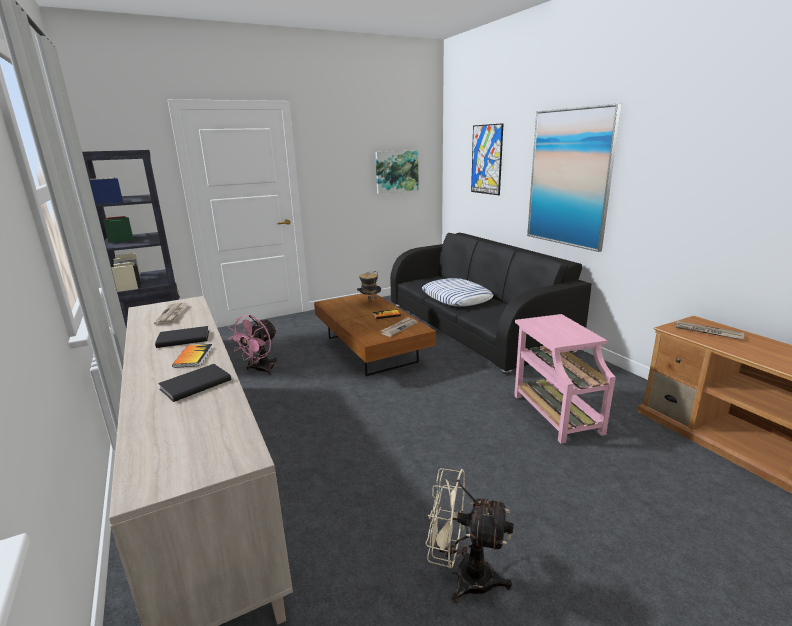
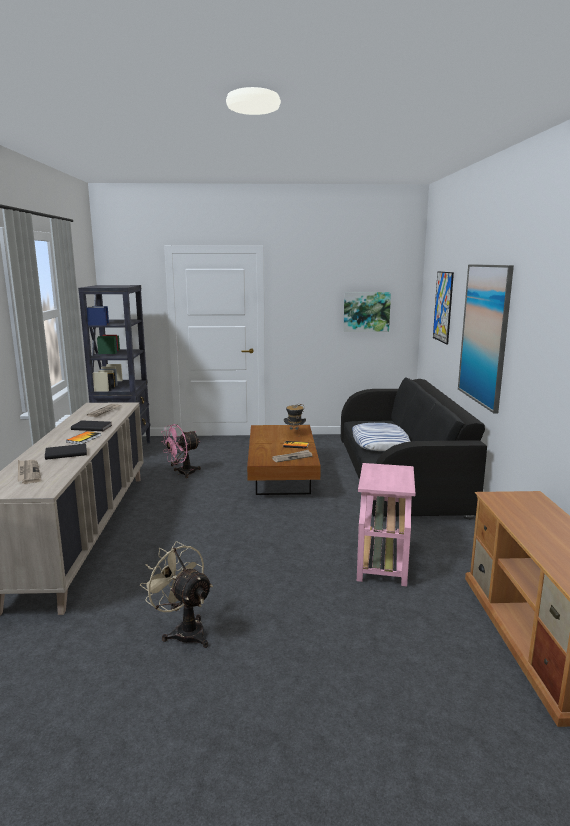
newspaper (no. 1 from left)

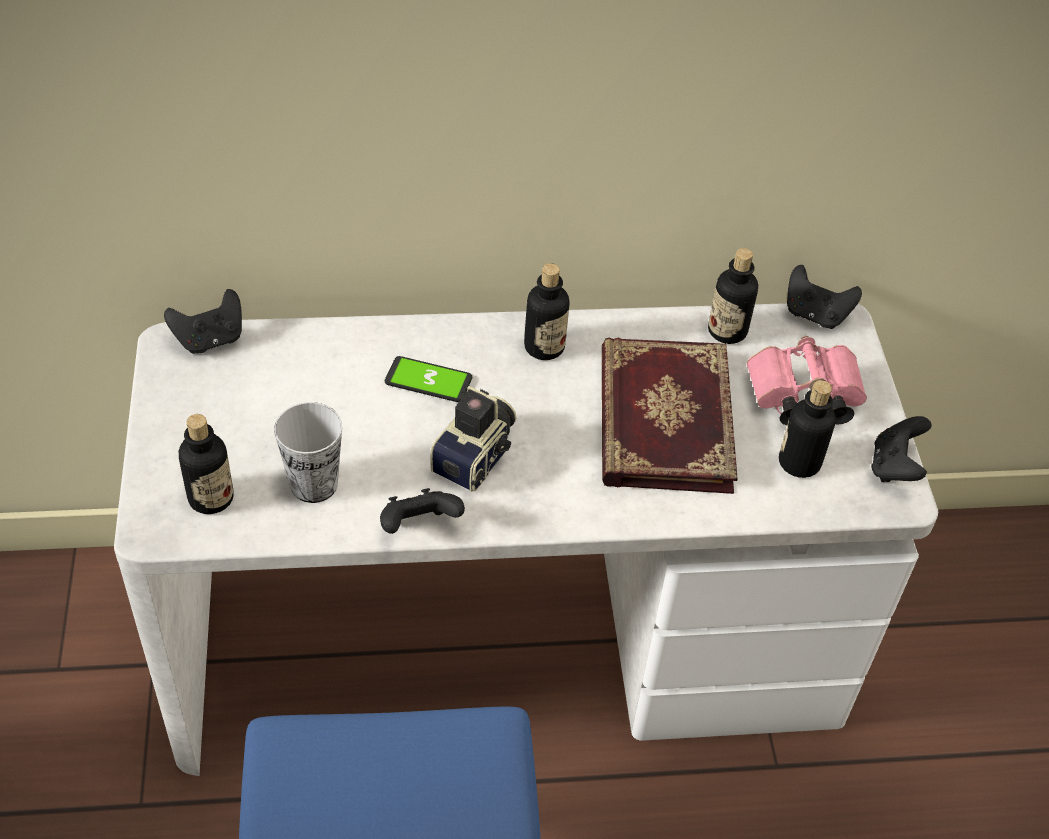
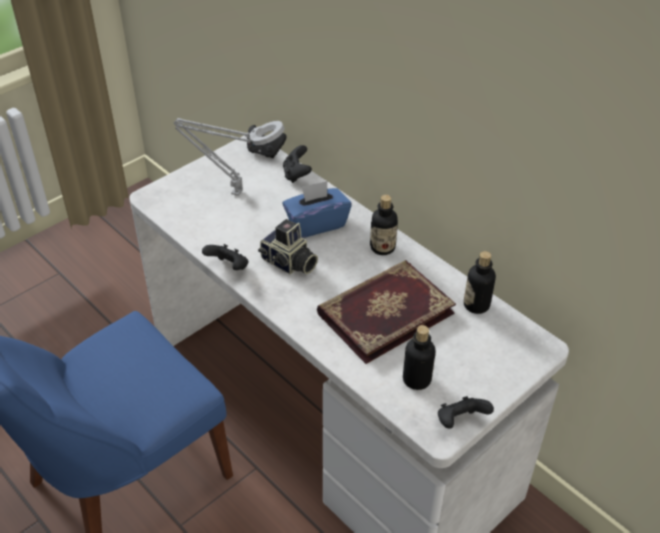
game controller (black) (no. 3 from left); binoculars (pink); tissue box (blue); photo camera; cup; bottle (no. 1 from left in the first image); table lamp (grey)

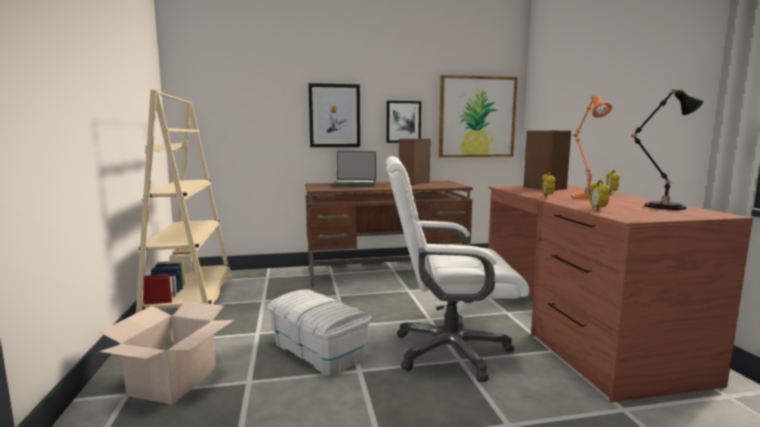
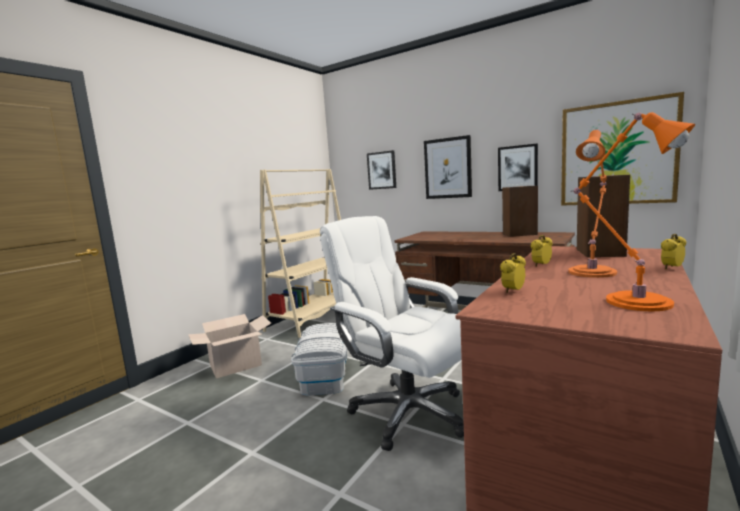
table lamp (orange) (no. 2 from left); laptop; picture (no. 1 from left)

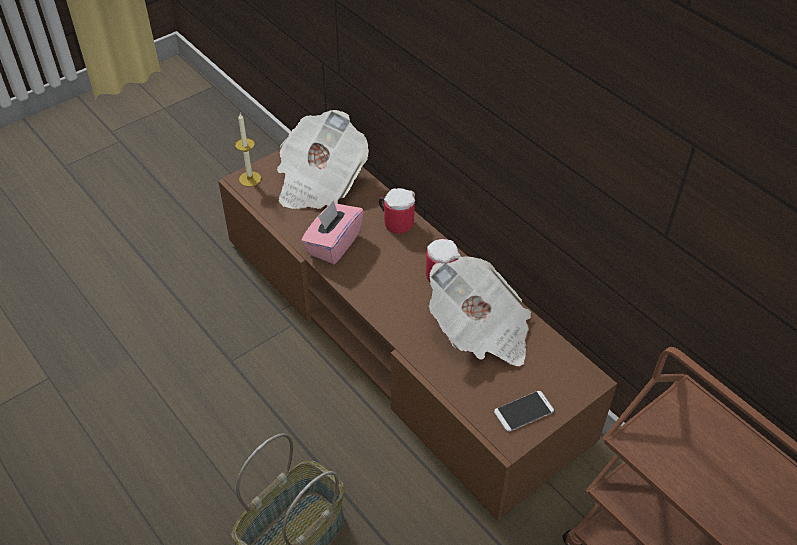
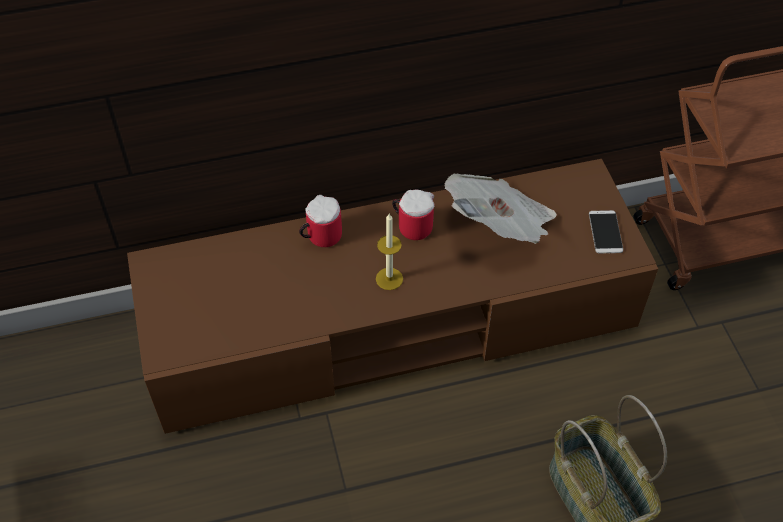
newspaper (no. 1 from left in the first image); candle; tissue box (pink)

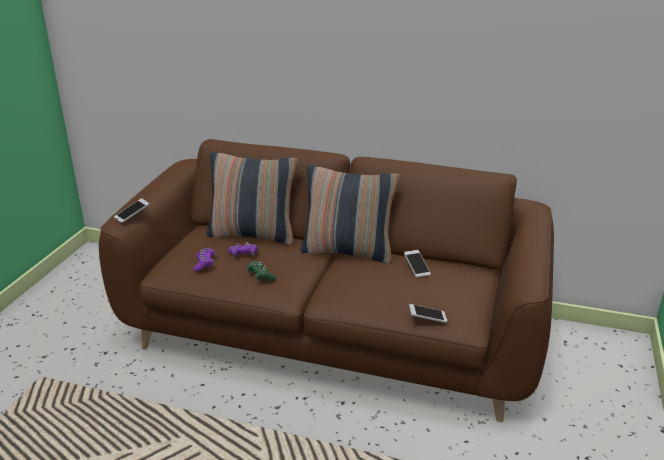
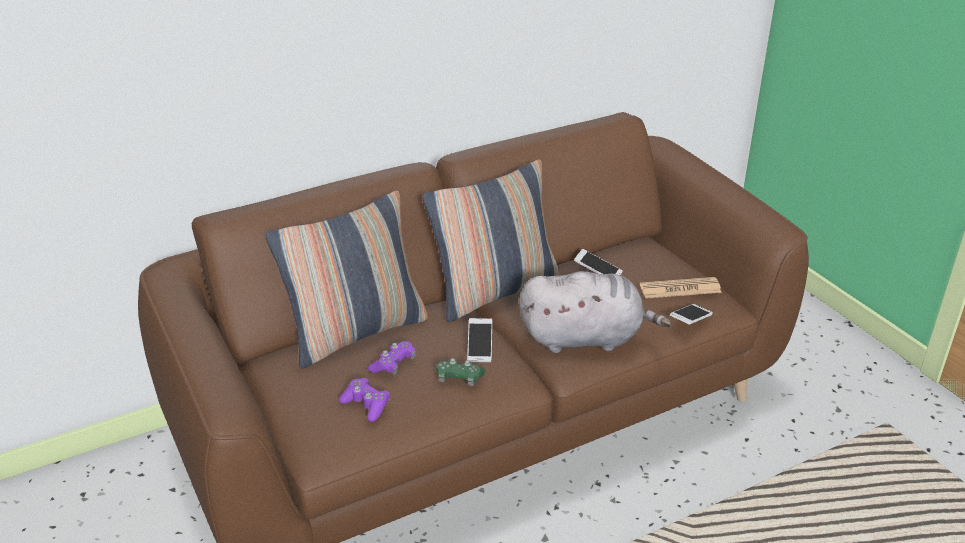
phone (no. 1 from left); plush toy (grey); newspaper

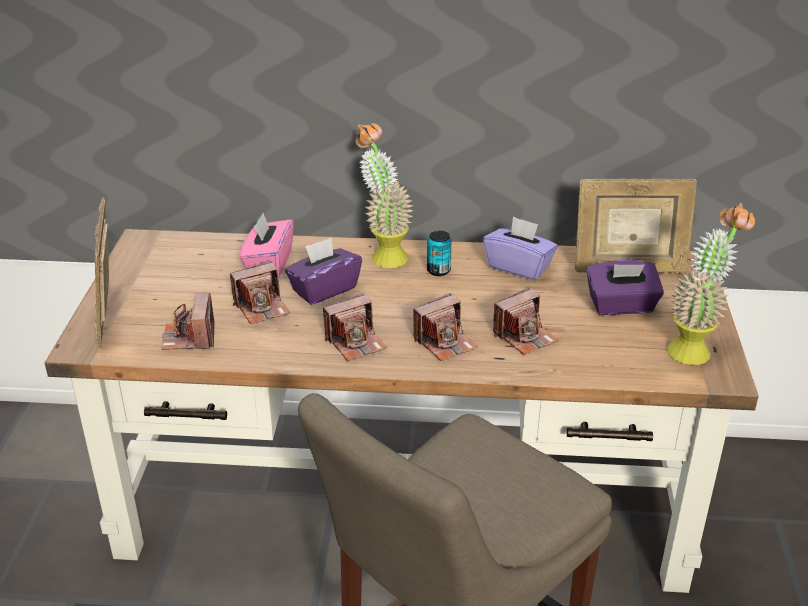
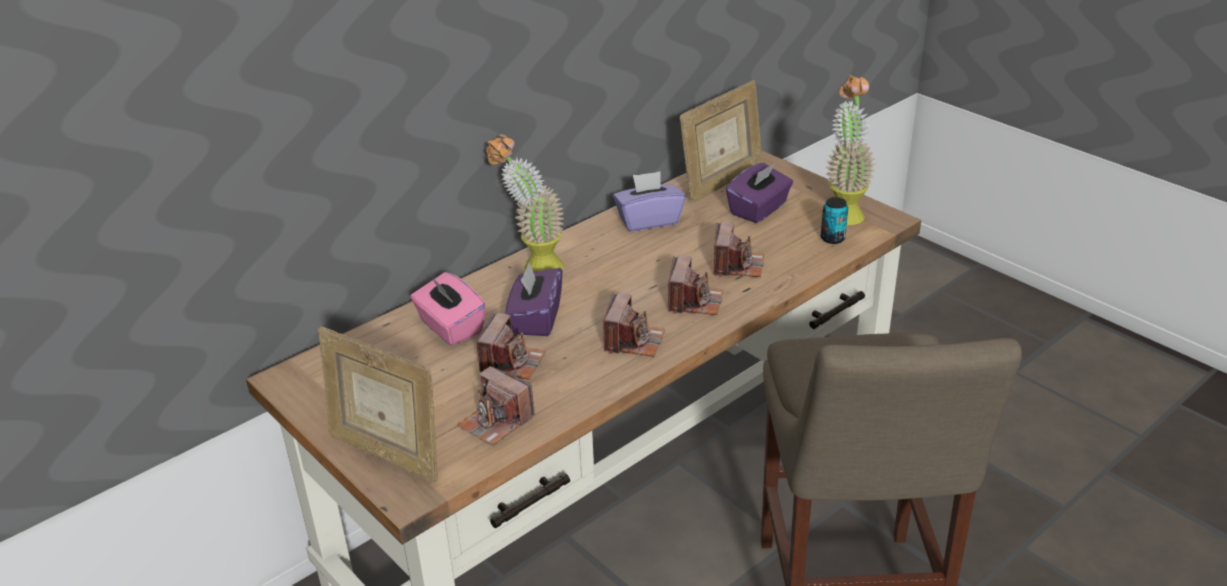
can

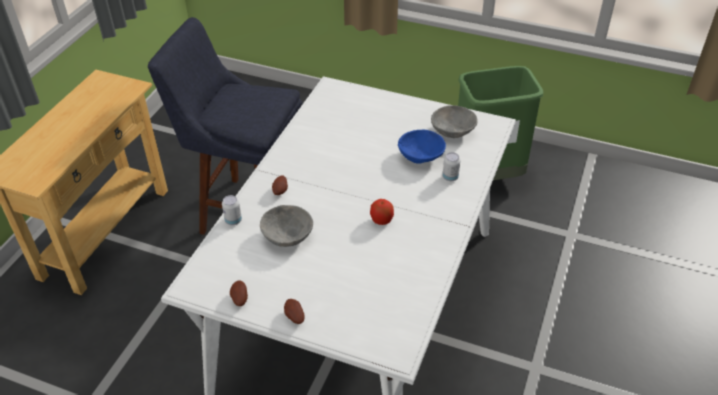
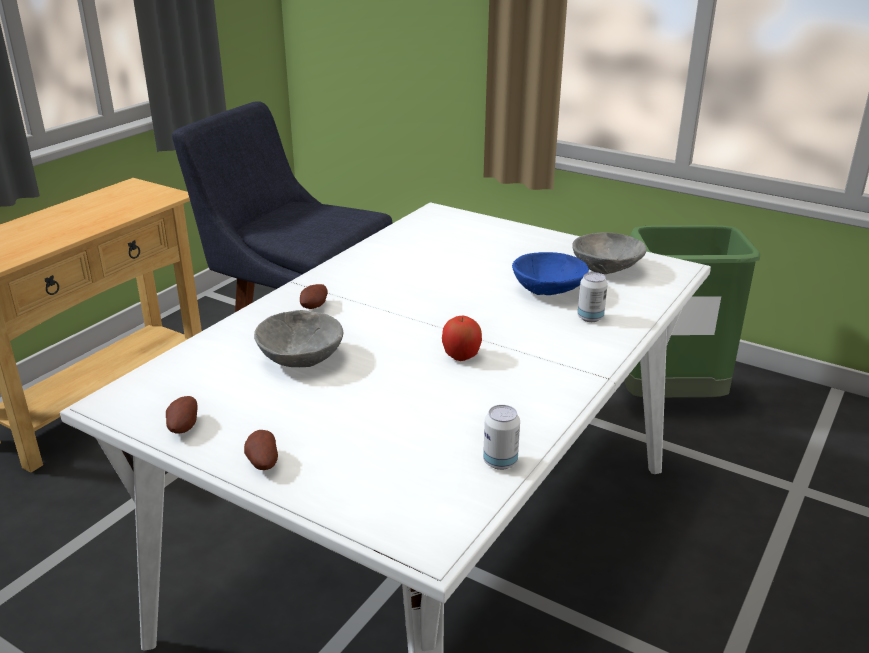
can (no. 1 from left)

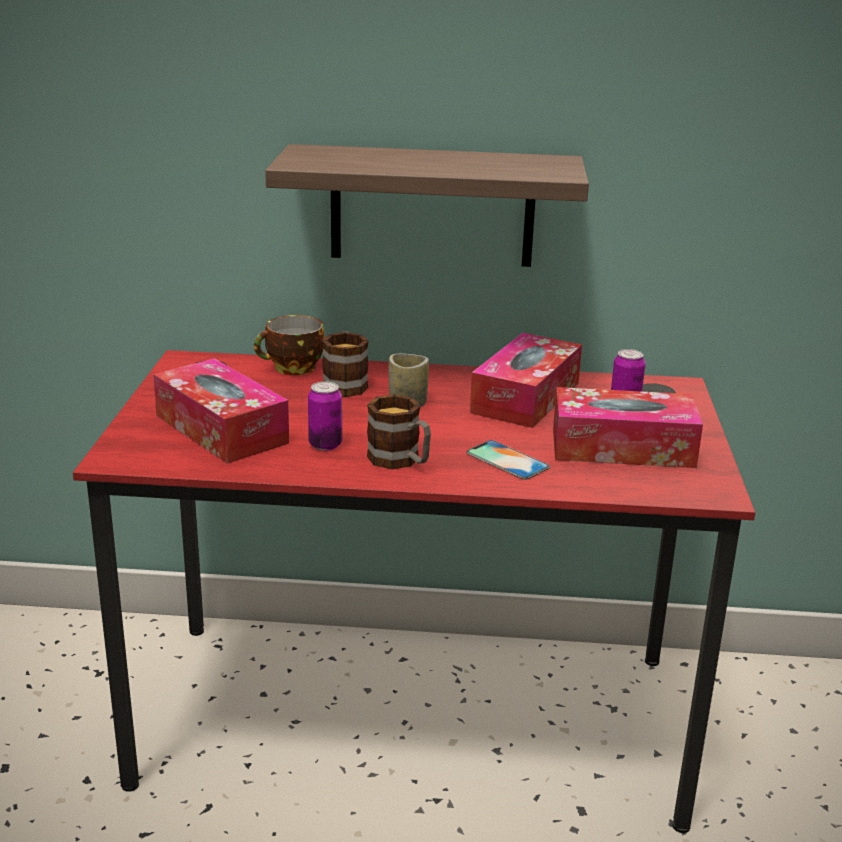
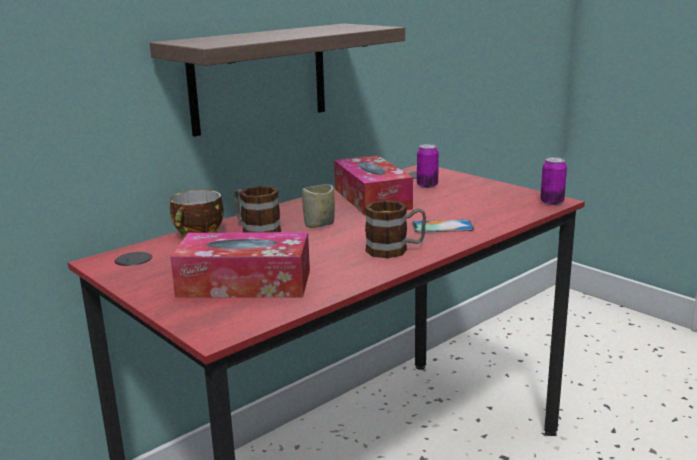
can (no. 2 from left); tissue box (no. 3 from left in the first image)

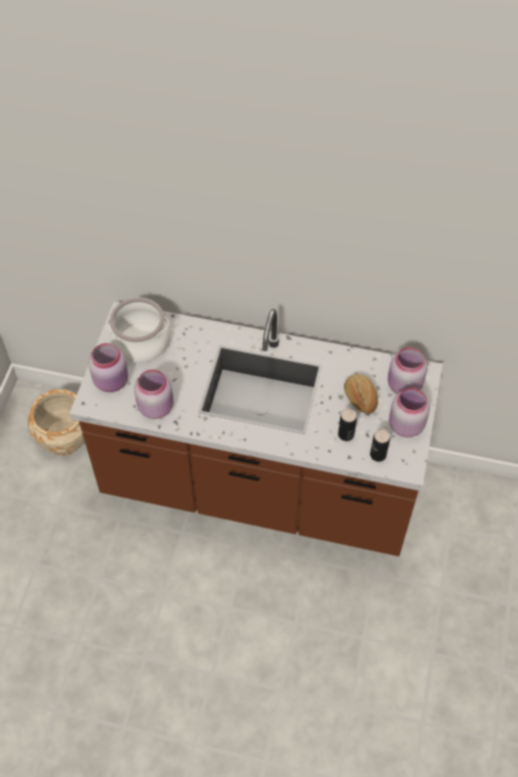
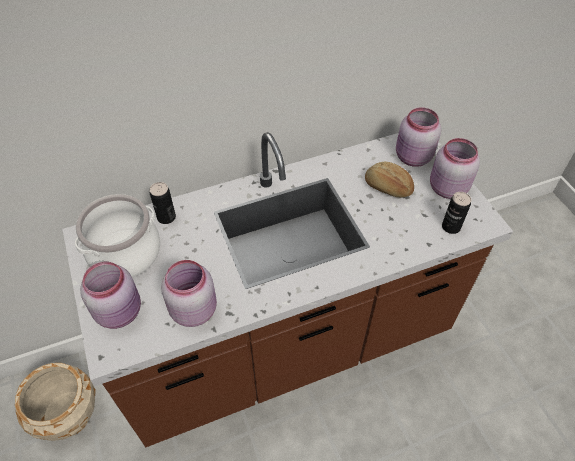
can (no. 1 from left)

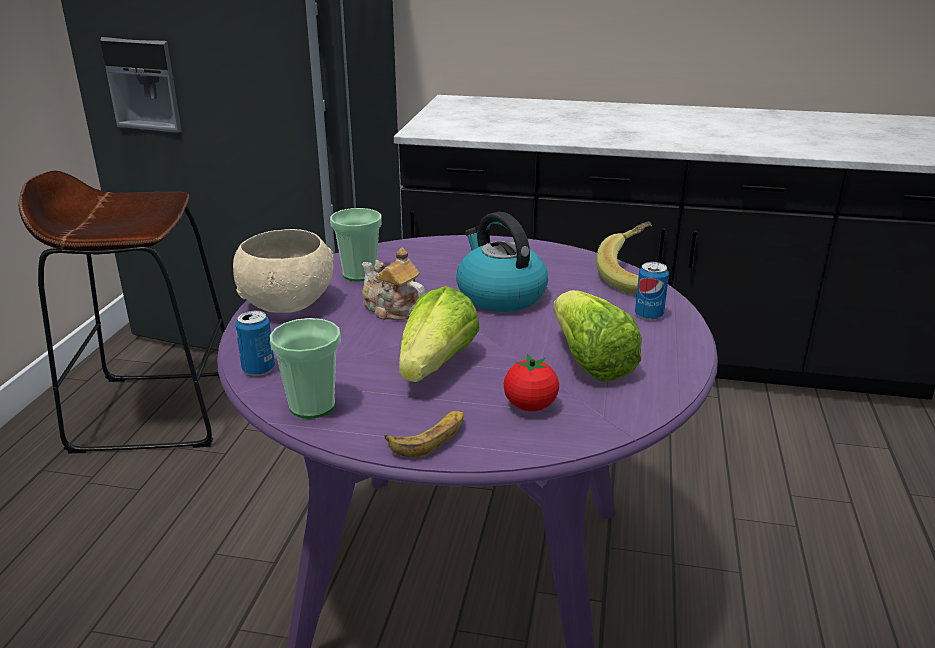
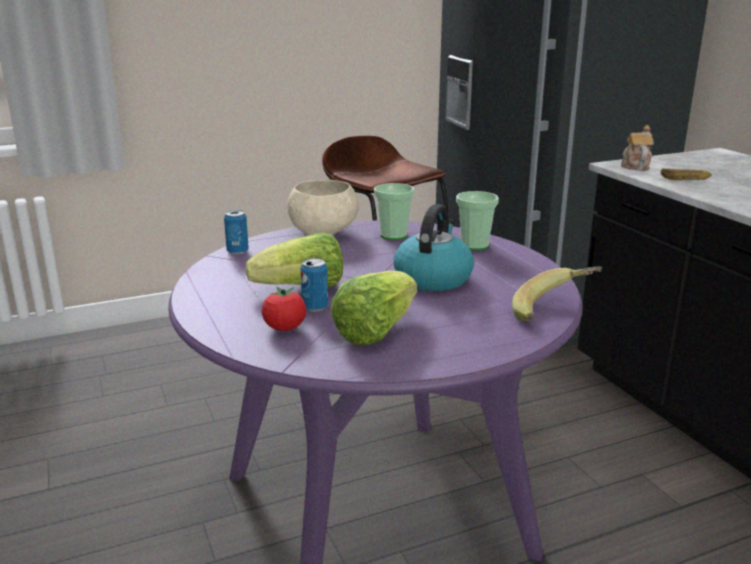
teapot; can (no. 2 from left); cup (no. 2 from left); banana (no. 2 from left)

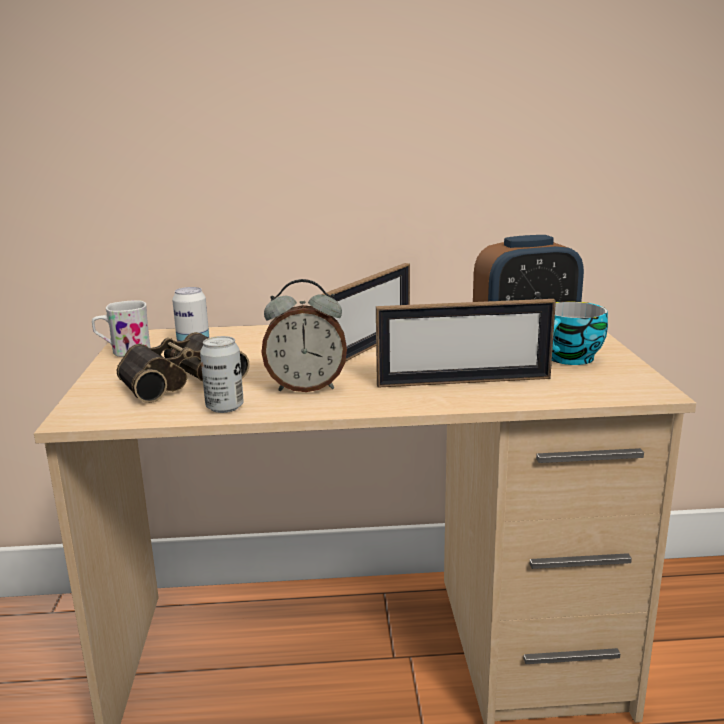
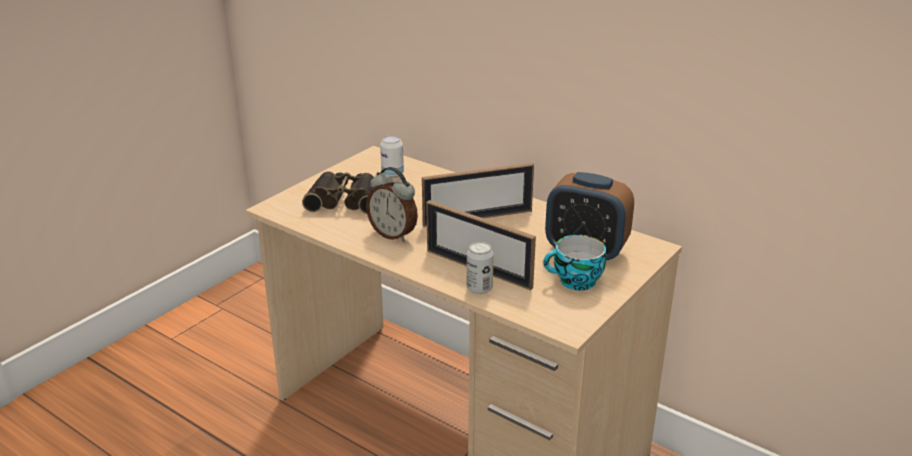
mug (white); can (no. 2 from left)

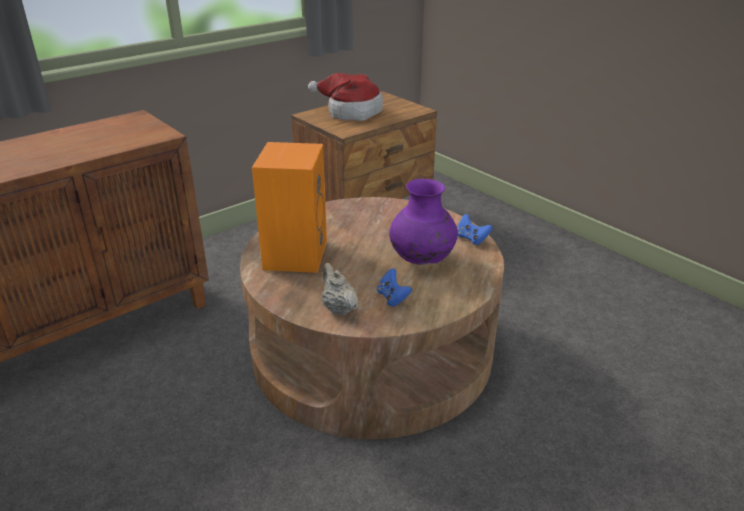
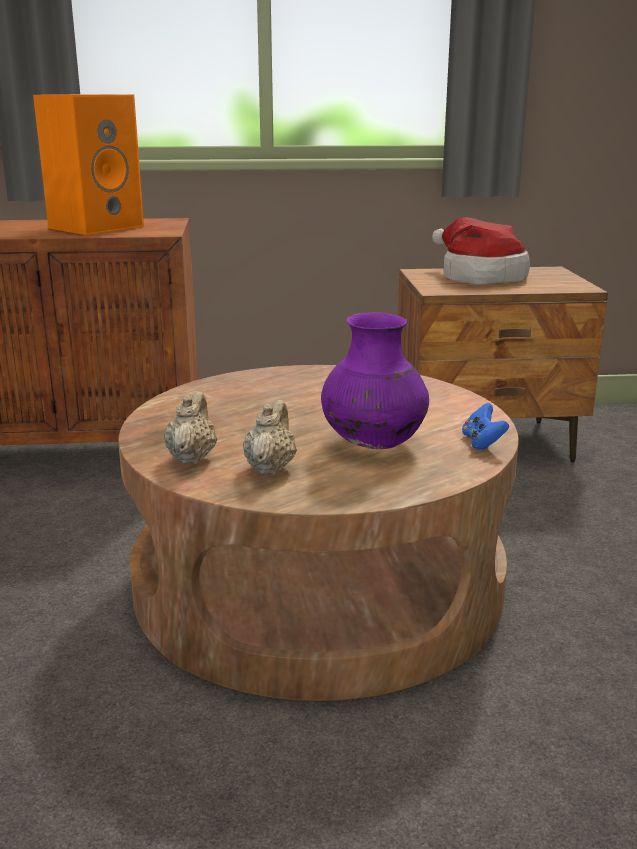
speaker (orange); teapot (beige) (no. 2 from left)

